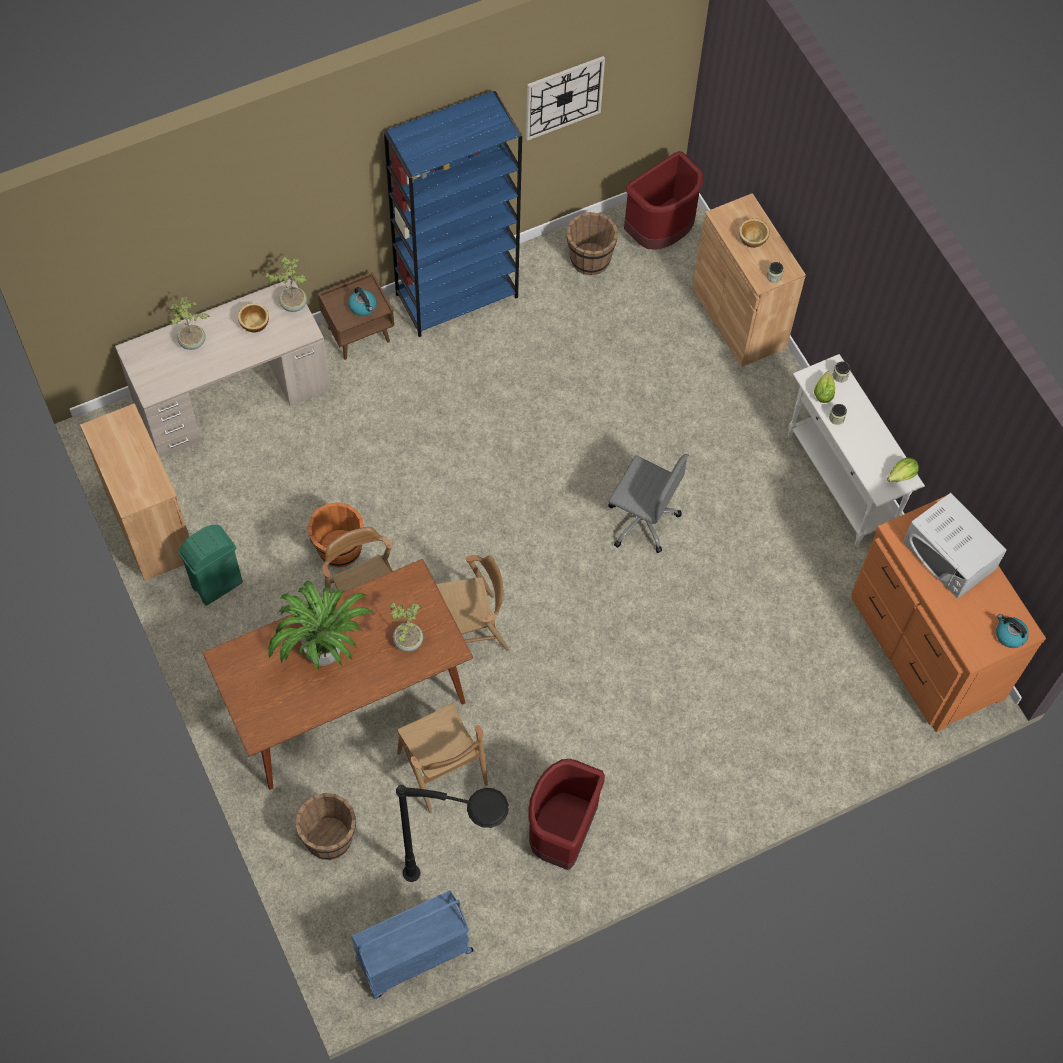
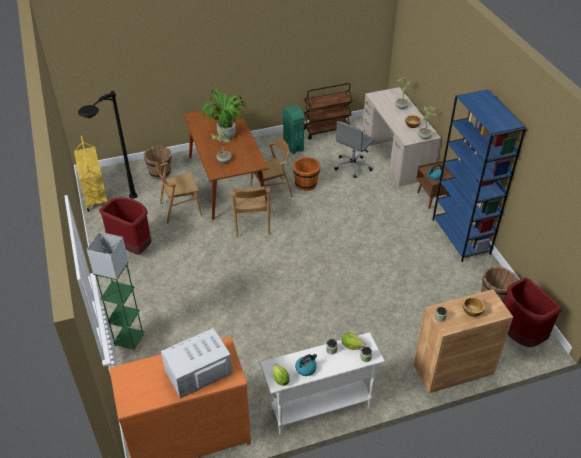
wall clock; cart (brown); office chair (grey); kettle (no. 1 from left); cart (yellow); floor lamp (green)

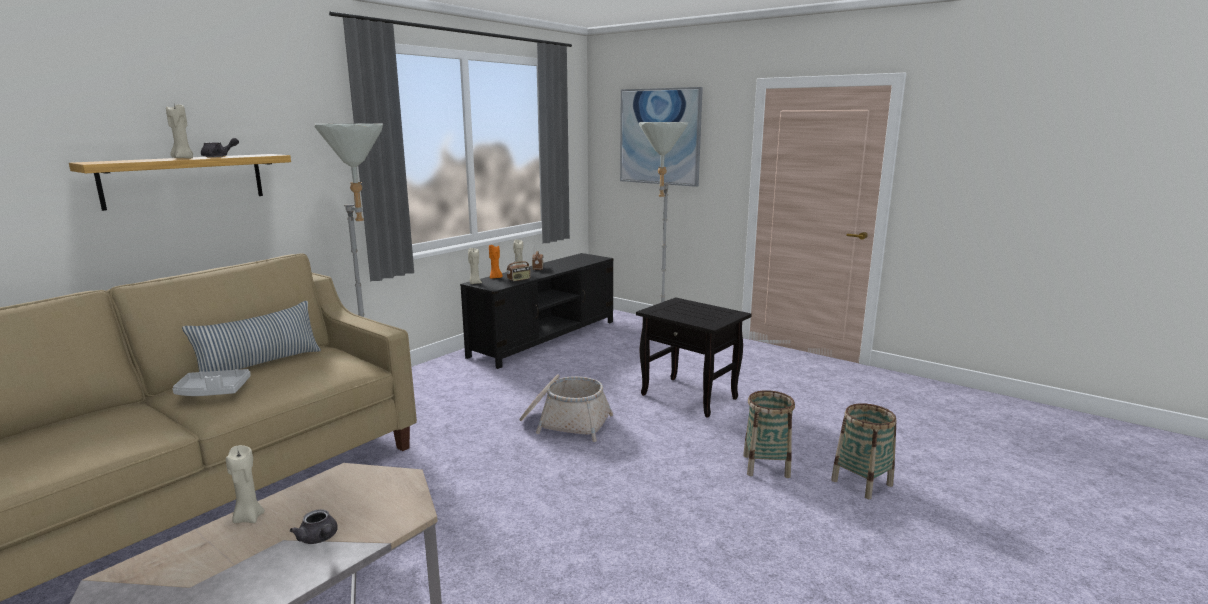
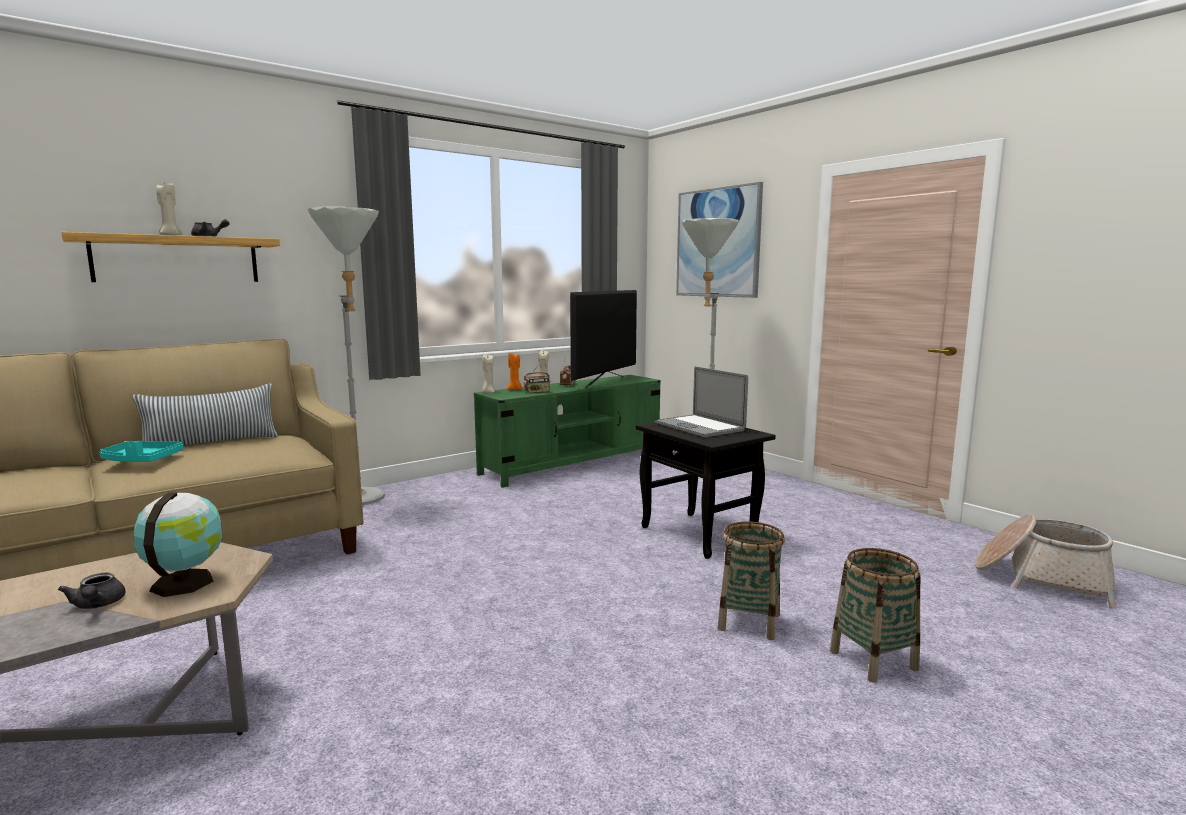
tv stand (green); tray (turquoise); basket (no. 3 from left); candle (beige) (no. 2 from left in the first image); television; laptop; globe

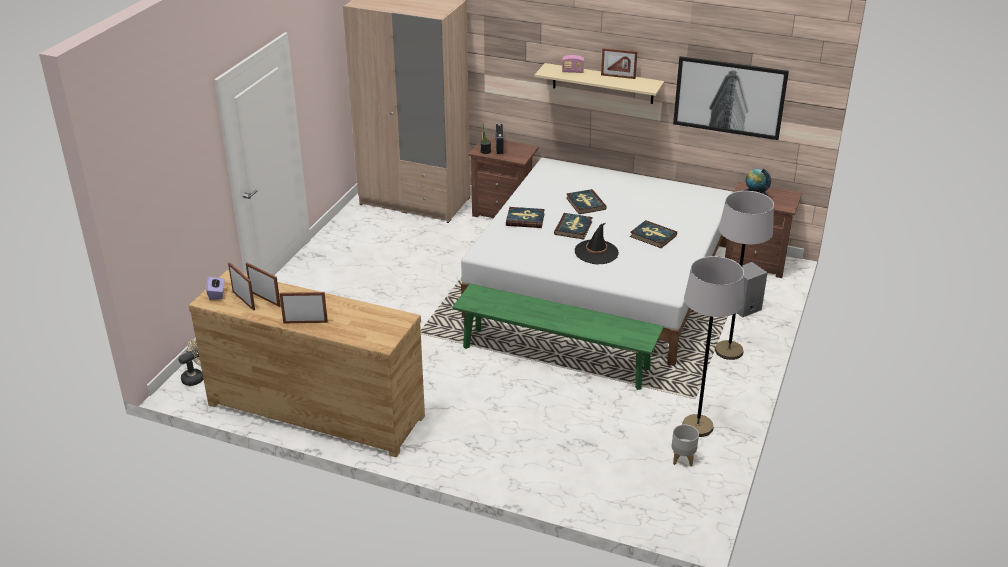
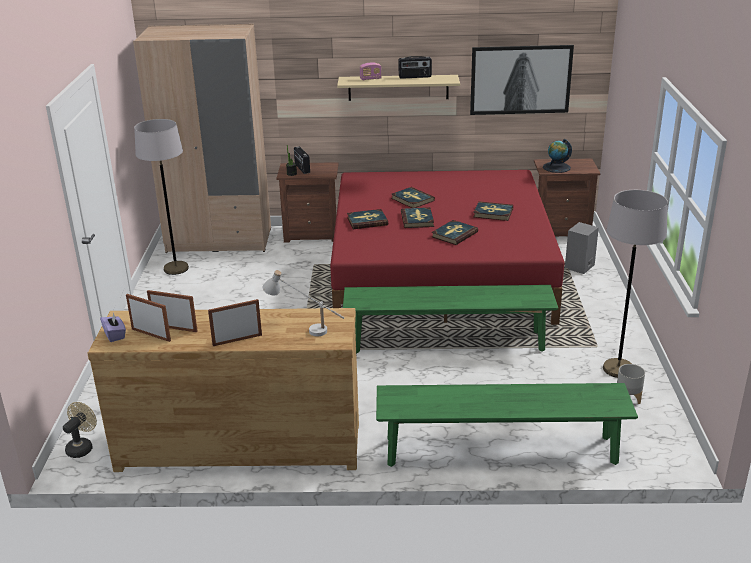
radio (no. 3 from left); bed (red); floor lamp (grey) (no. 1 from left); book (no. 4 from left); table lamp (white); bench (green) (no. 2 from left)

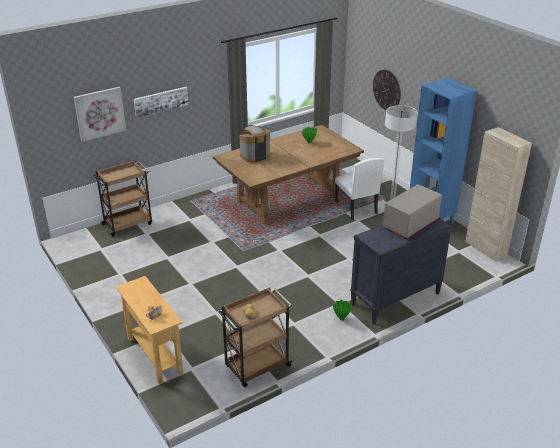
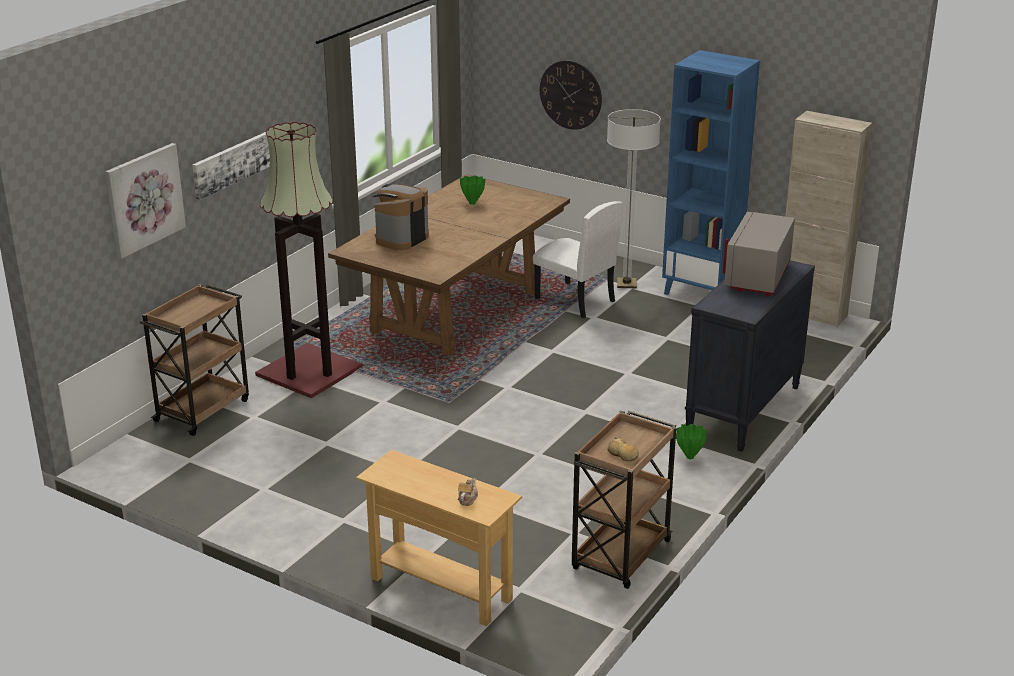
floor lamp (no. 1 from left)

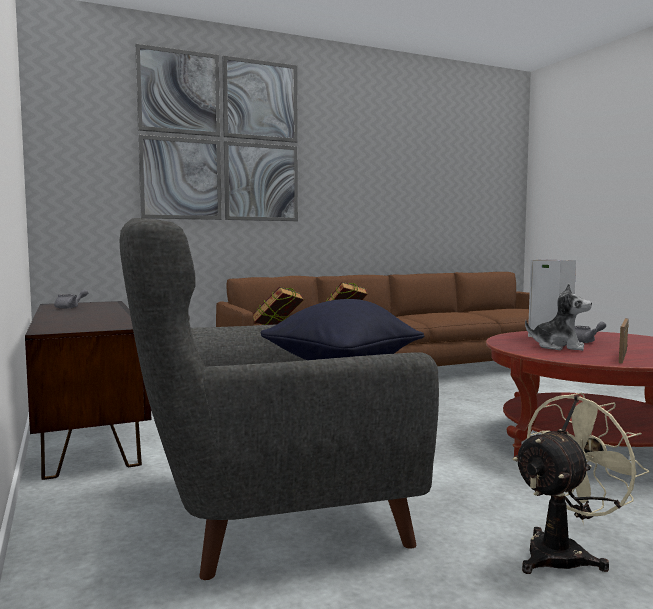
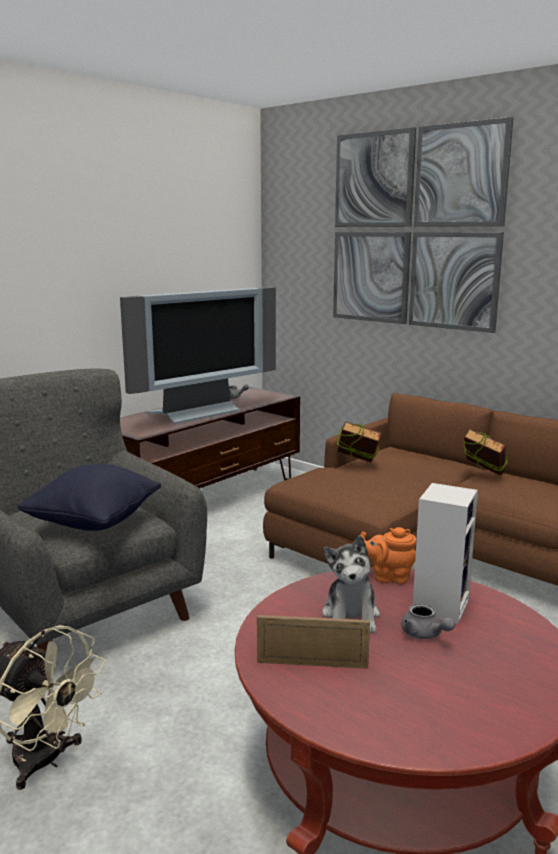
television; teapot (orange)

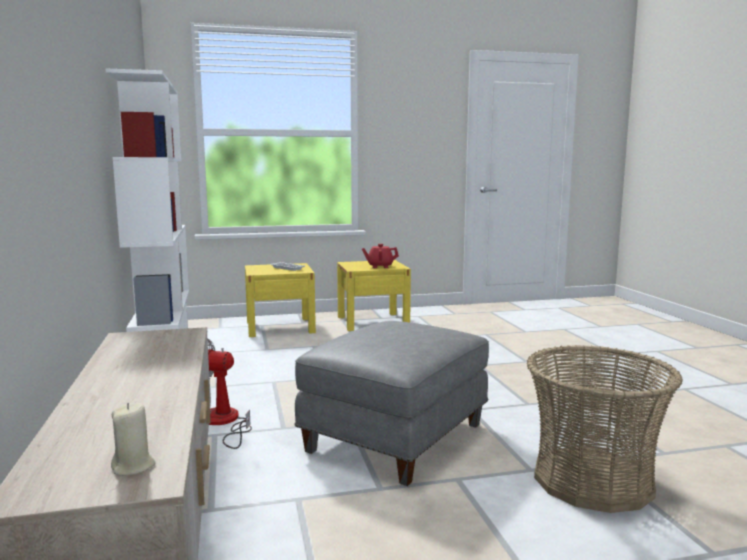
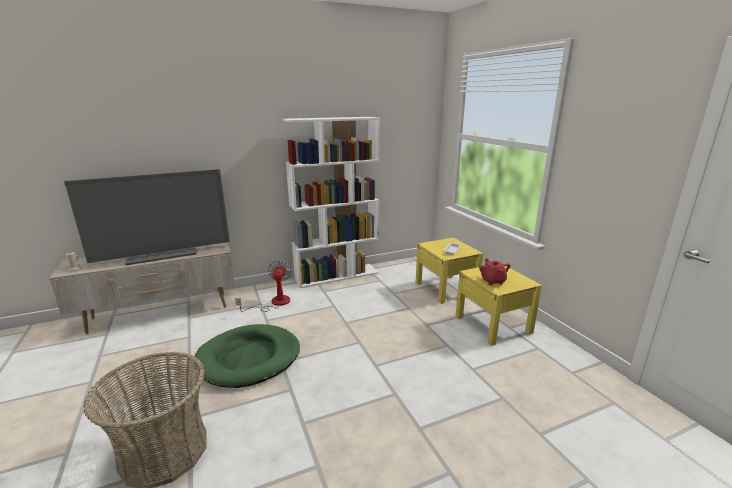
dog bed (green); television

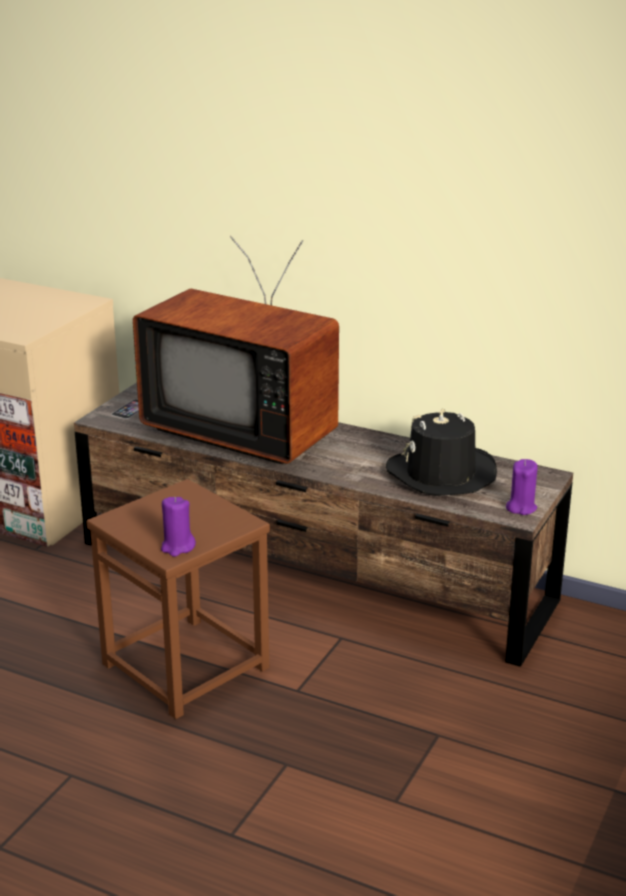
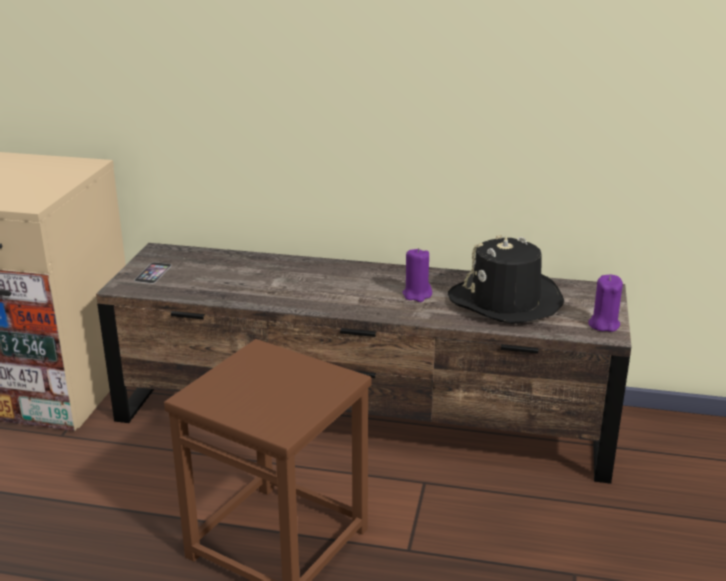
television; candle (purple) (no. 1 from left)

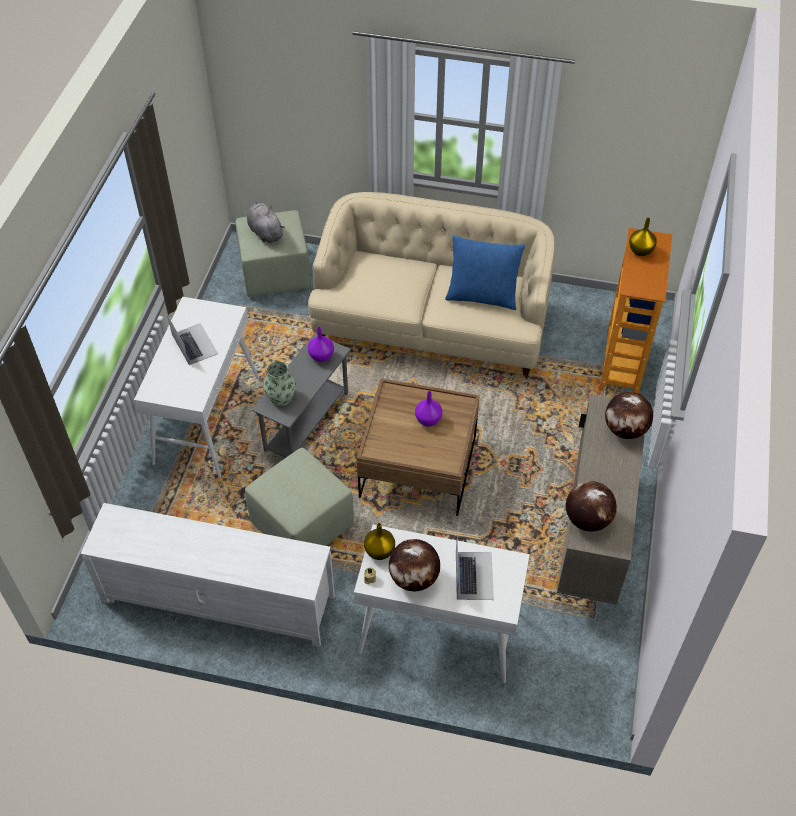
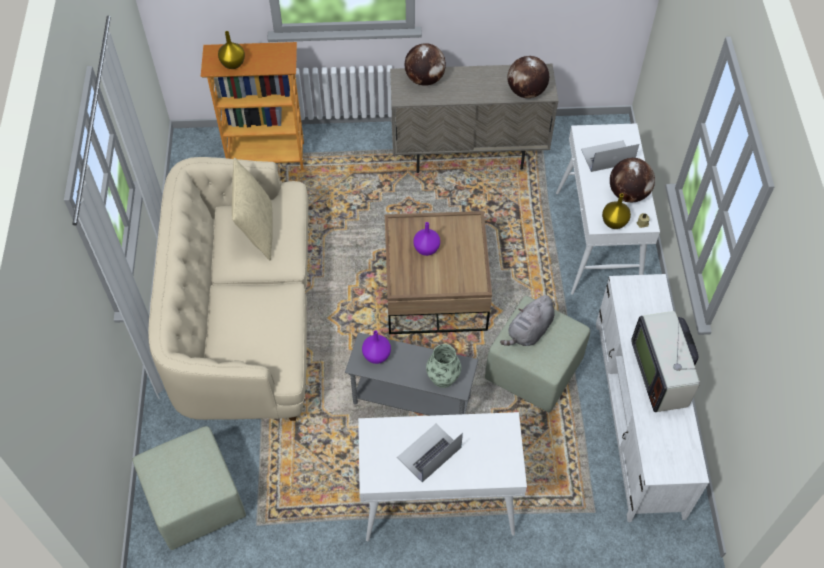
plush toy (grey); pillow (beige); television

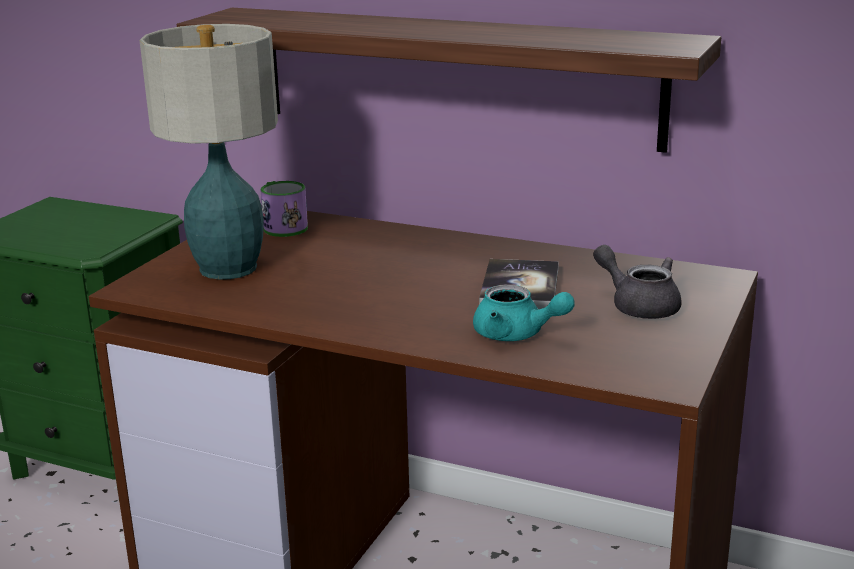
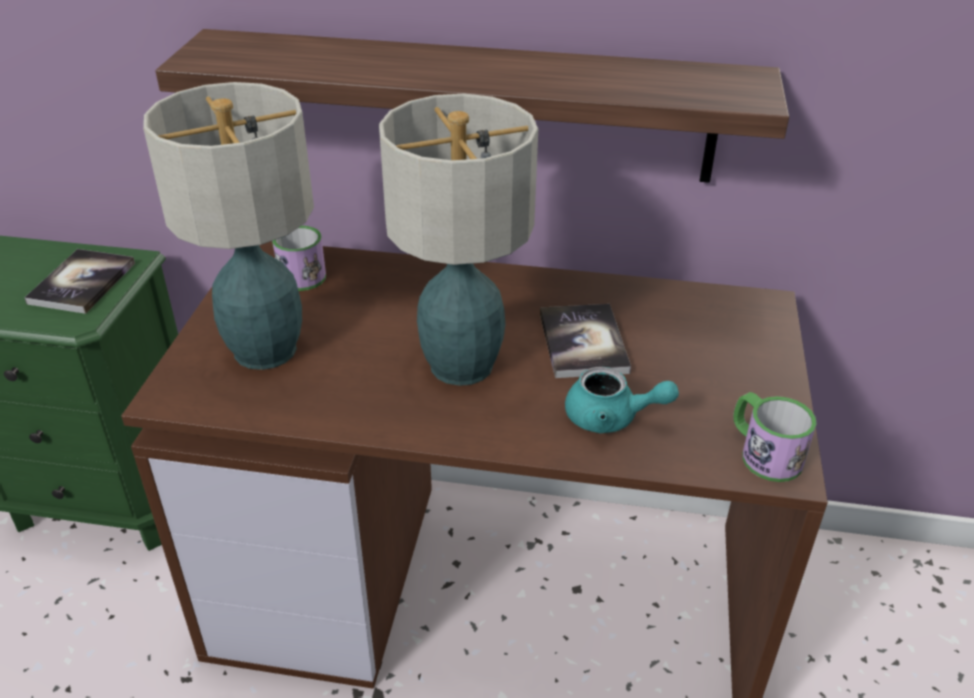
teapot (grey); table lamp (no. 2 from left); book (no. 1 from left); mug (no. 2 from left)

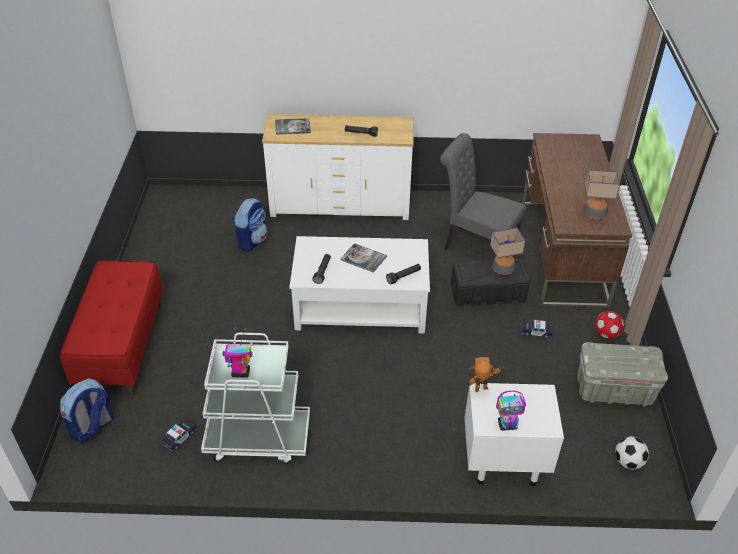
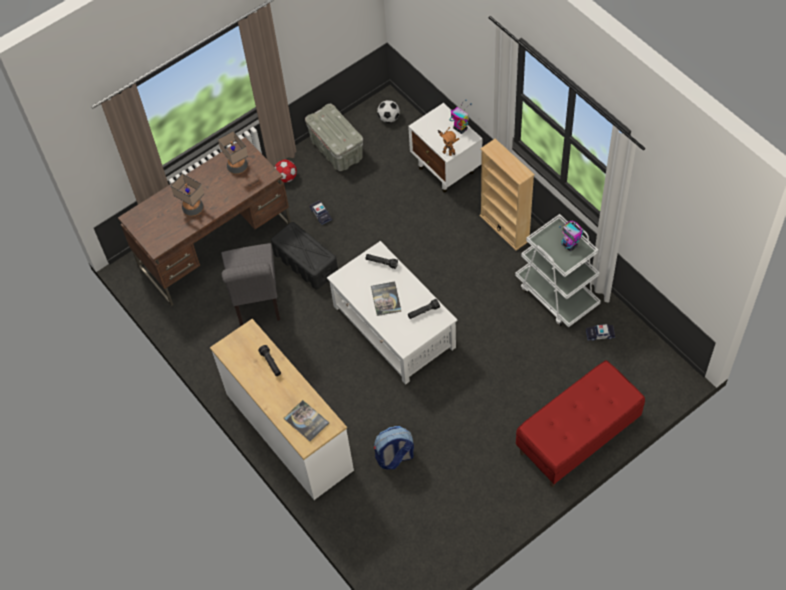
table lamp (no. 1 from left); backpack (no. 1 from left in the first image); bookcase (beige)

